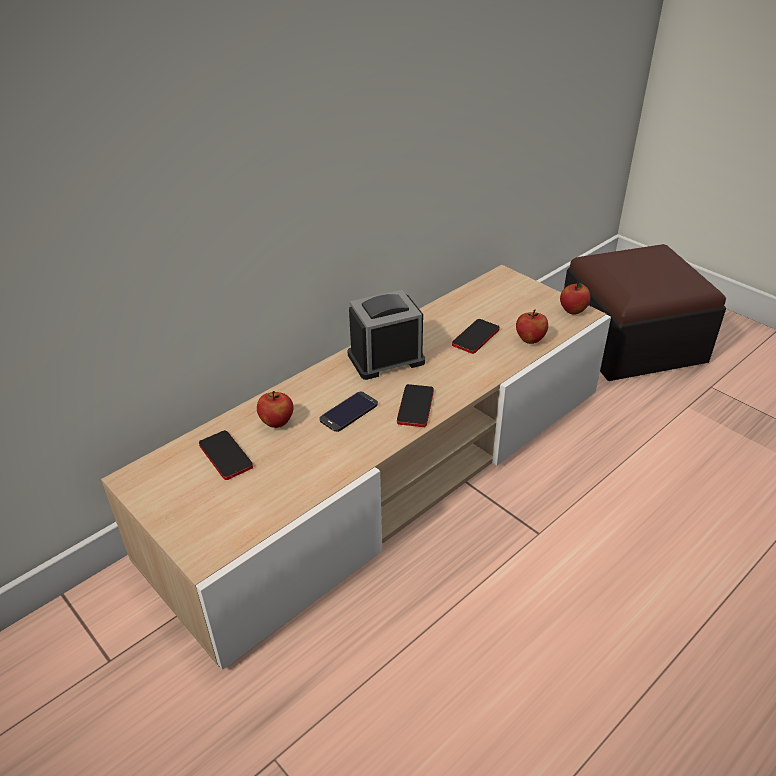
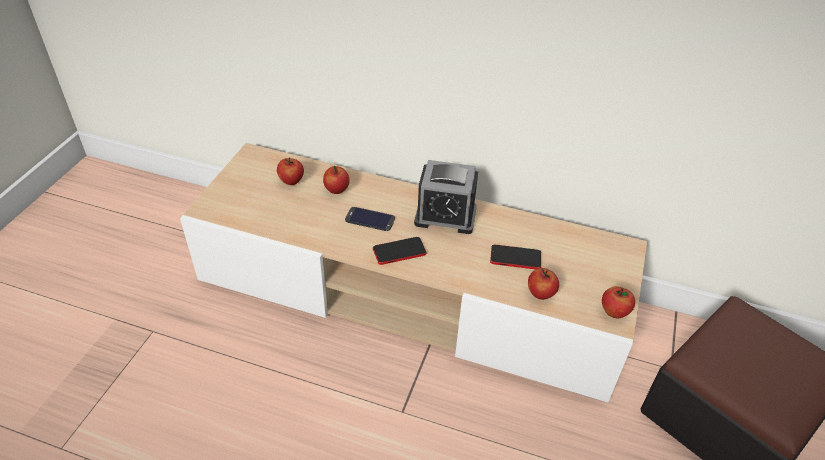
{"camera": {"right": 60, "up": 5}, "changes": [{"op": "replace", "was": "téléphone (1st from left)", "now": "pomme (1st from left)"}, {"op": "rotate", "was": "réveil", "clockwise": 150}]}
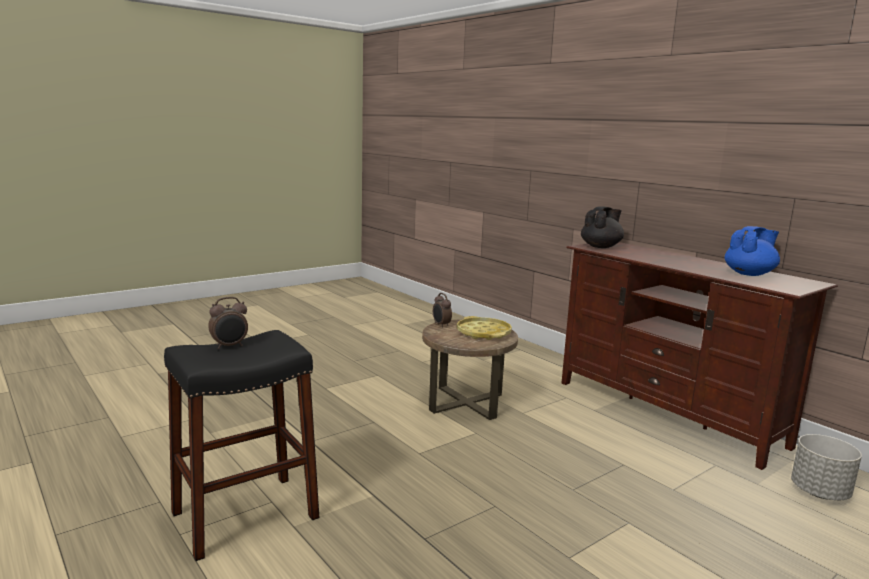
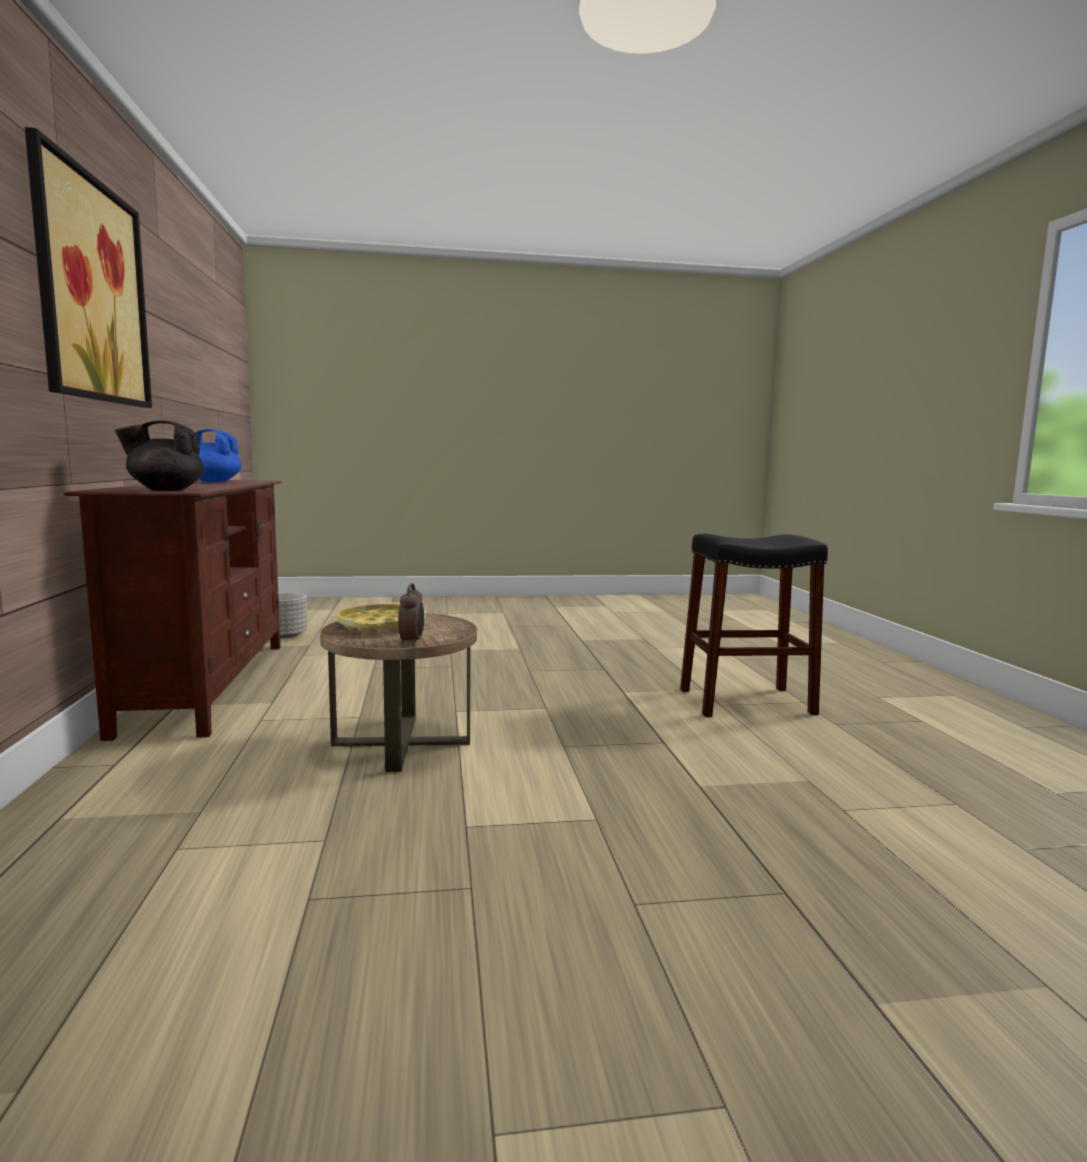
{"camera": {"right": -150, "up": -5}, "changes": [{"op": "delete", "was": "réveil (1st from left)"}, {"op": "insert", "now": "tableau"}]}
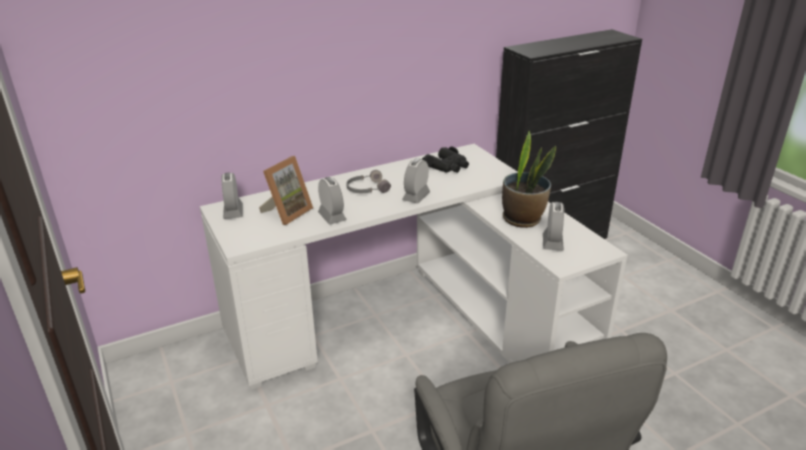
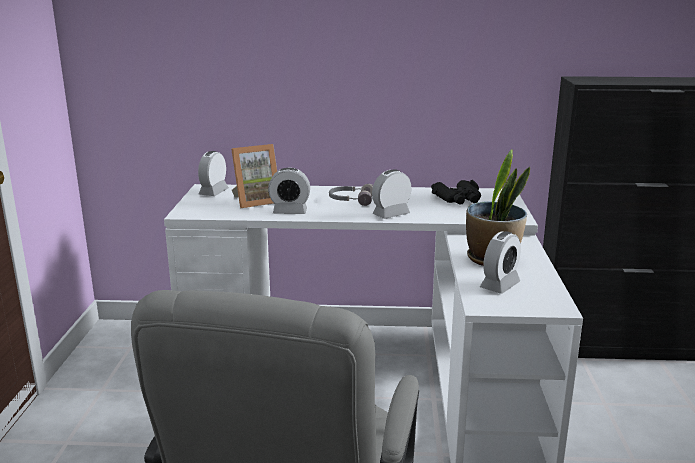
{"camera": {"right": 30, "up": -10}, "changes": [{"op": "rotate", "was": "réveil (2nd from left)", "clockwise": 90}]}
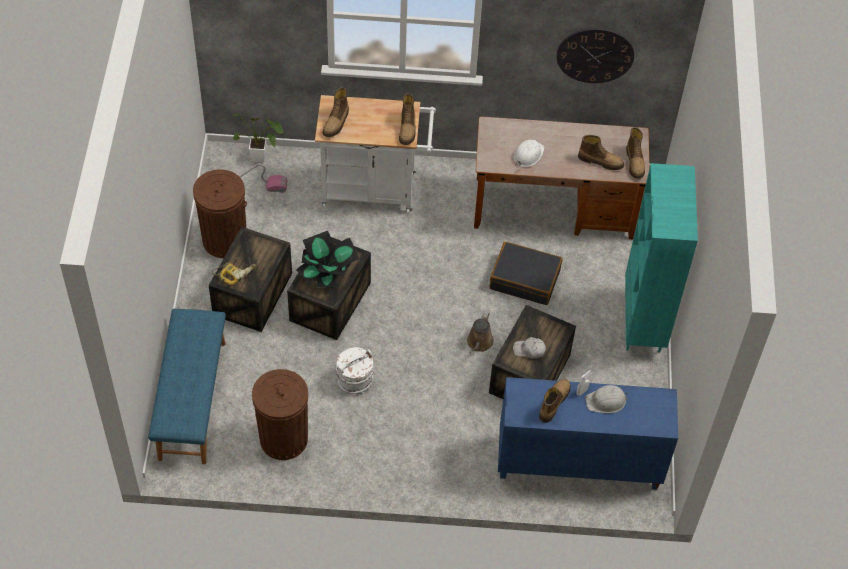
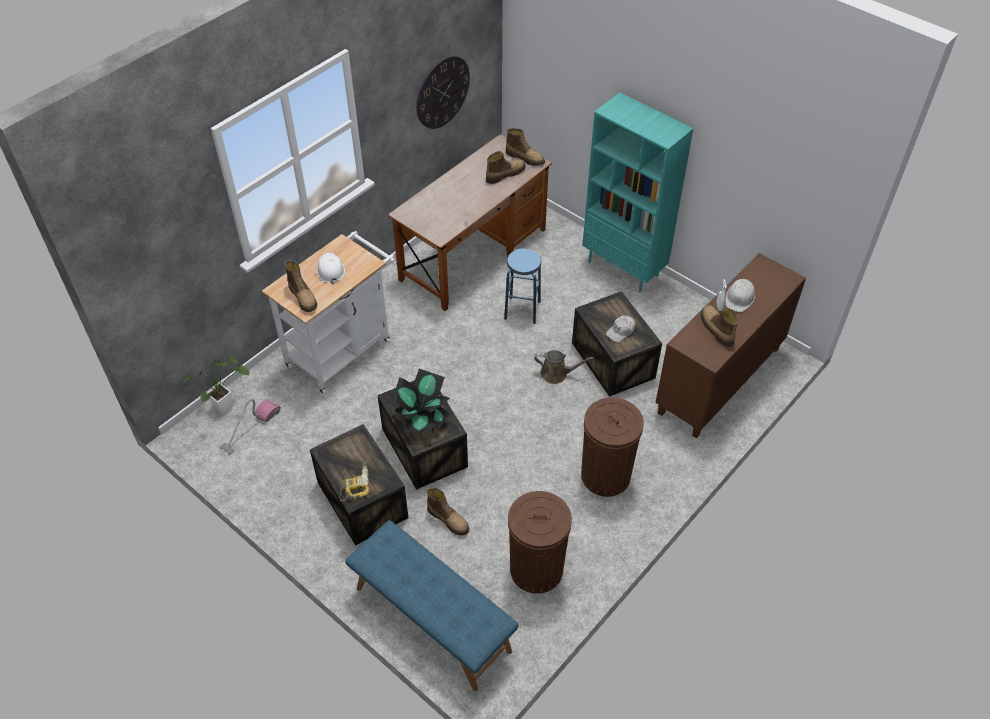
{"camera": {"right": -50, "up": -5}, "changes": [{"op": "move", "was": "poubelle [marron] (1st from left in the first image)", "now": "poubelle [marron] (2nd from left)"}, {"op": "delete", "was": "seau [blanc]"}, {"op": "move", "was": "botte (2nd from left)"}, {"op": "rotate", "was": "arrosoir [marron]", "clockwise": -45}, {"op": "replace", "was": "valise [noir]", "now": "tabouret [bleu]"}, {"op": "recolor", "was": "meuble de rangement [bleu]", "now": "meuble de rangement [marron]"}, {"op": "move", "was": "casque de chantier [blanc] (1st from left)"}]}
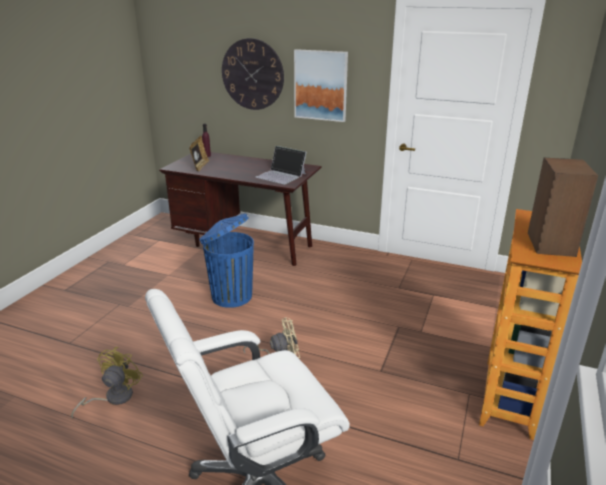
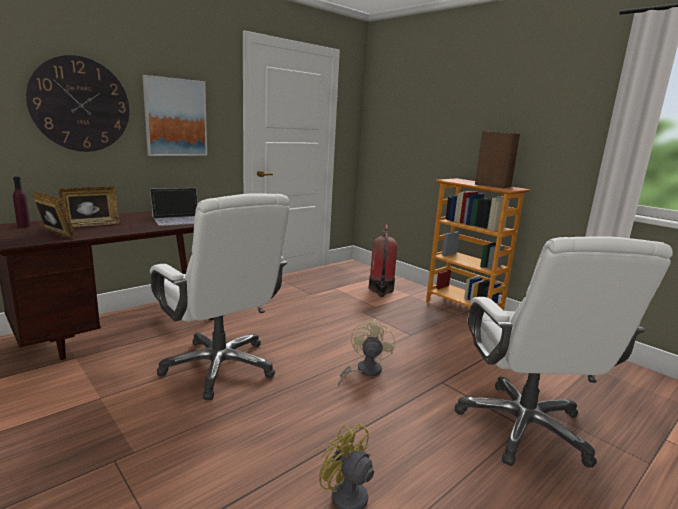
{"camera": {"right": -65, "up": -10}, "changes": [{"op": "replace", "was": "poubelle [bleu]", "now": "chaise de bureau [blanc] (1st from left)"}, {"op": "insert", "now": "cadre photo (2nd from left)"}, {"op": "insert", "now": "extincteur"}]}
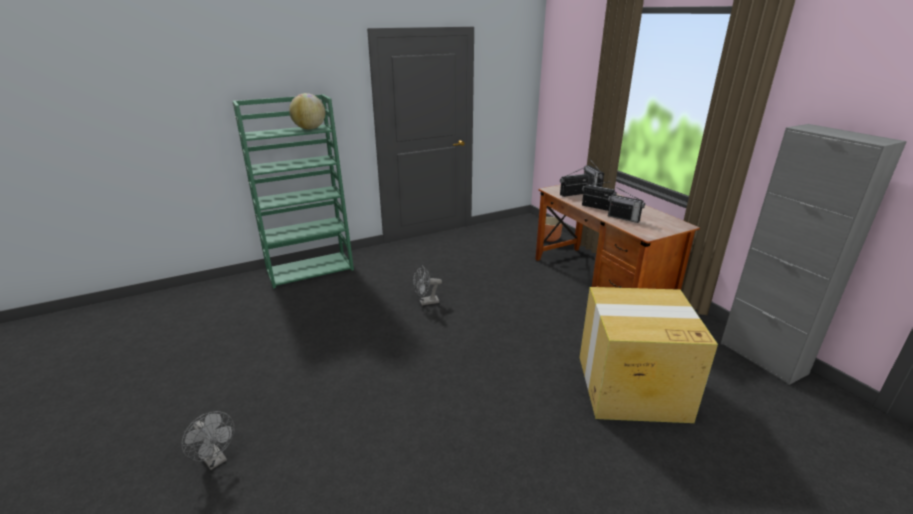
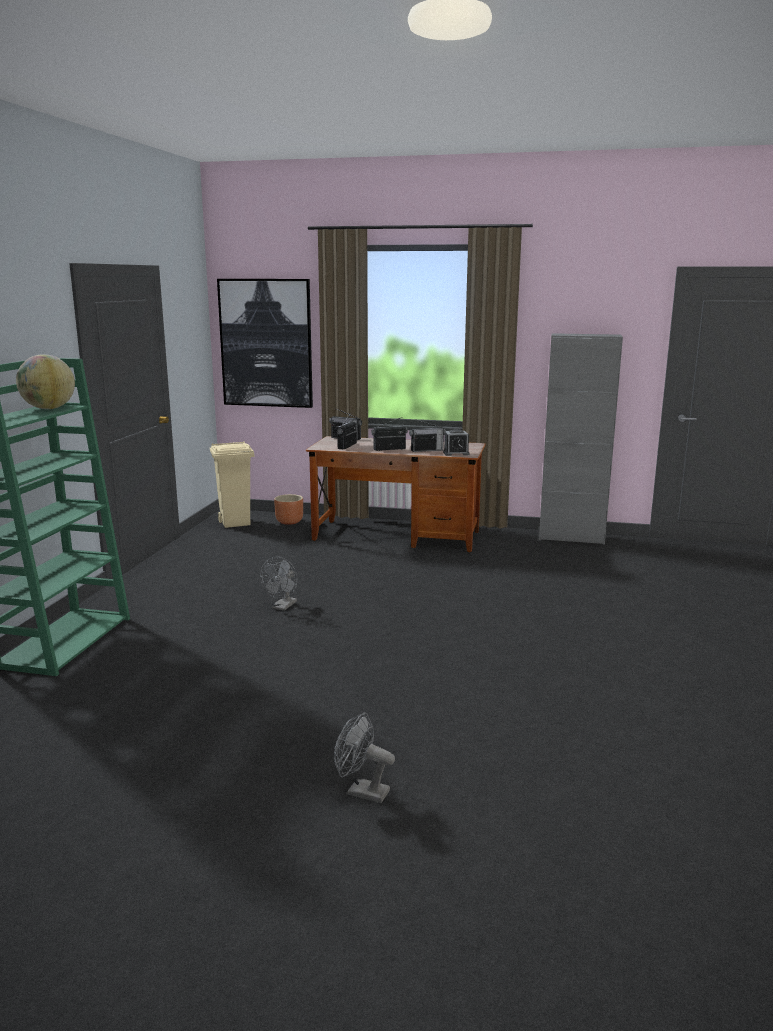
{"camera": {"right": -50, "up": -10}, "changes": [{"op": "rotate", "was": "ventilateur [gris] (1st from left in the first image)", "clockwise": -150}, {"op": "delete", "was": "carton"}, {"op": "insert", "now": "poubelle [beige]"}, {"op": "insert", "now": "tableau"}, {"op": "insert", "now": "réveil"}]}
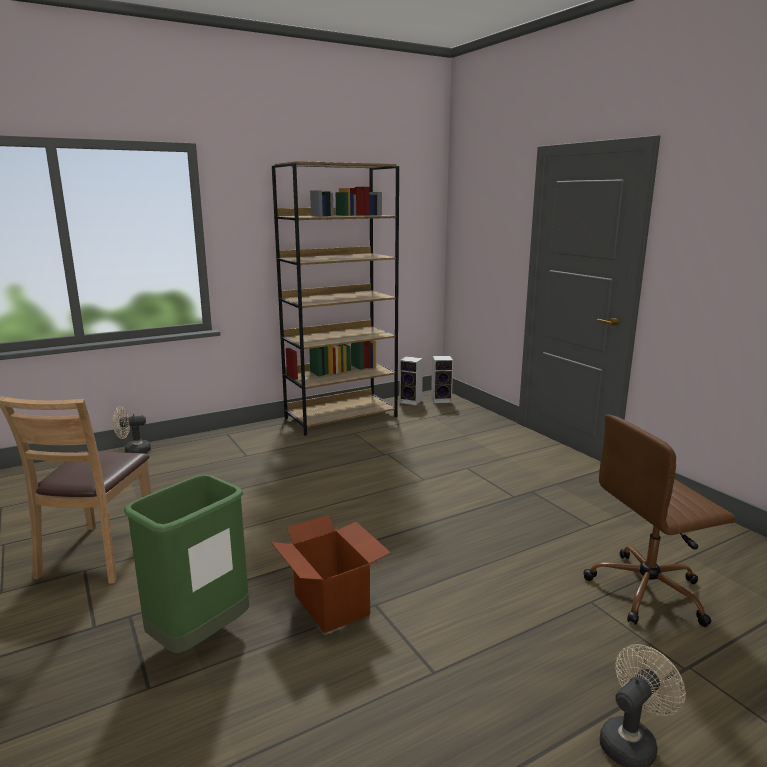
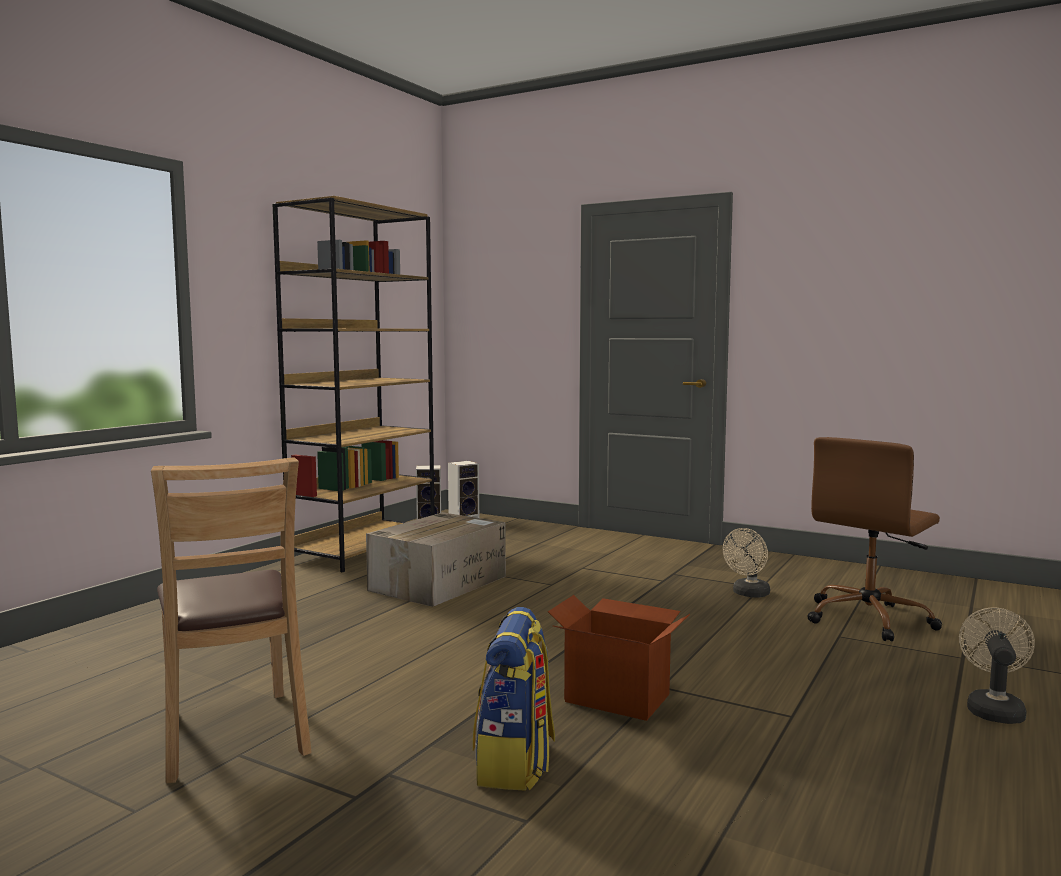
{"camera": {"right": -30, "up": -10}, "changes": [{"op": "move", "was": "ventilateur [beige] (1st from left)"}, {"op": "replace", "was": "poubelle [vert]", "now": "sac à dos"}, {"op": "insert", "now": "carton (1st from left)"}]}
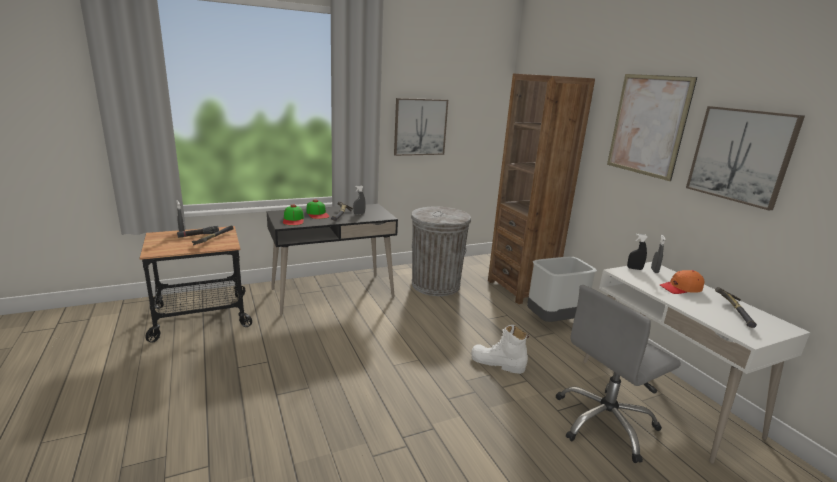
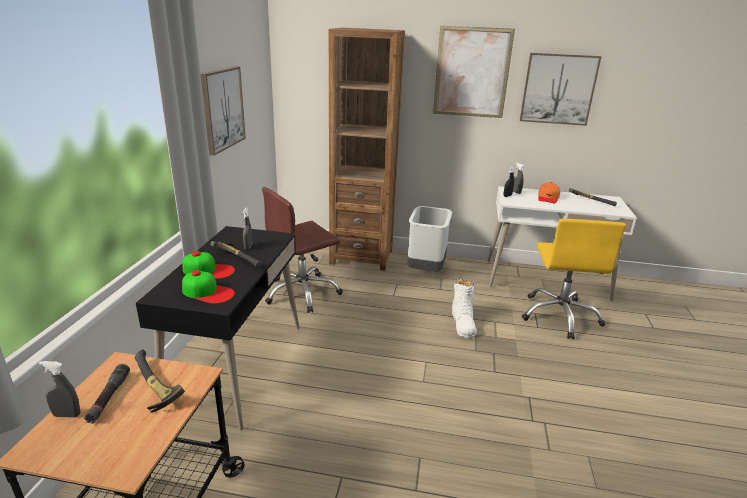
{"camera": {"right": -55, "up": 5}, "changes": [{"op": "replace", "was": "poubelle [gris] (1st from left)", "now": "chaise de bureau [marron]"}, {"op": "rotate", "was": "botte [blanc]", "clockwise": -60}, {"op": "recolor", "was": "chaise de bureau [gris]", "now": "chaise de bureau [jaune]"}]}
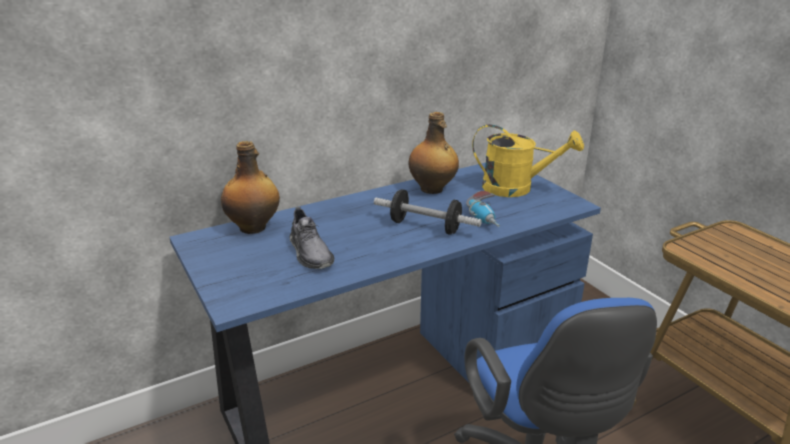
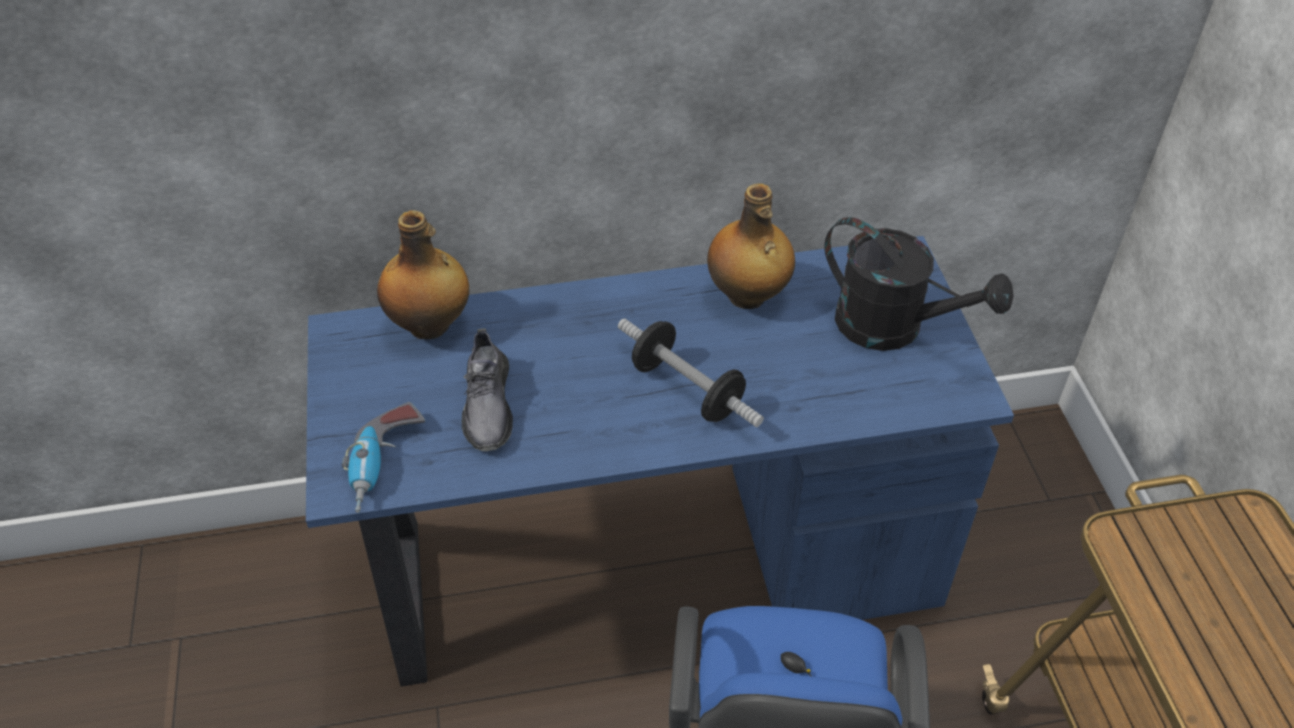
{"camera": {"right": 20, "up": 20}, "changes": [{"op": "move", "was": "perceuse"}, {"op": "recolor", "was": "arrosoir [jaune]", "now": "arrosoir [noir]"}]}
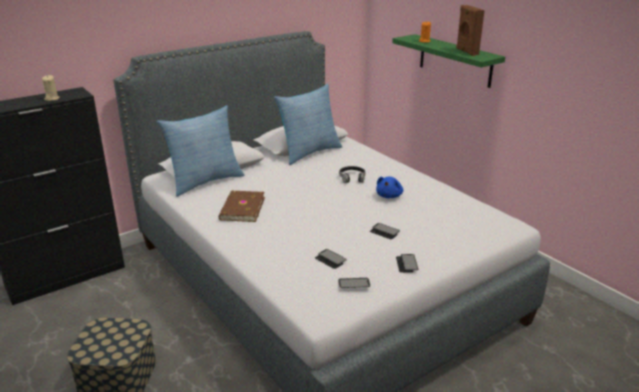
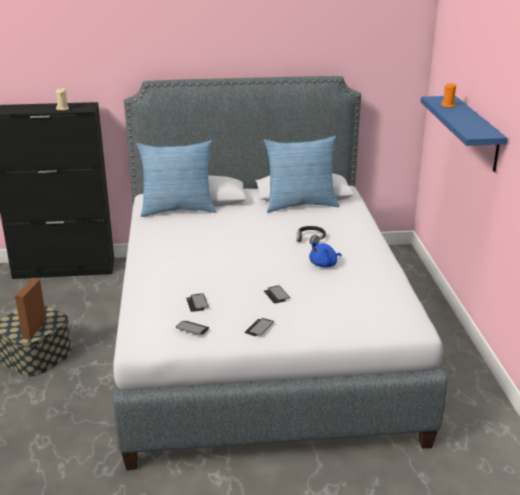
{"camera": {"right": 30, "up": 0}, "changes": [{"op": "delete", "was": "livre [marron]"}, {"op": "recolor", "was": "étagère [vert]", "now": "étagère [bleu]"}, {"op": "move", "was": "enceinte [marron]"}]}
